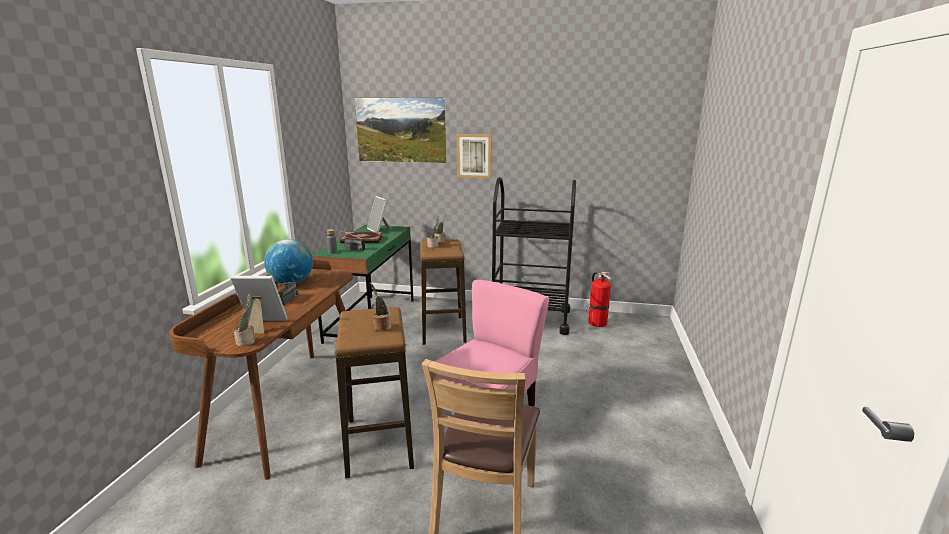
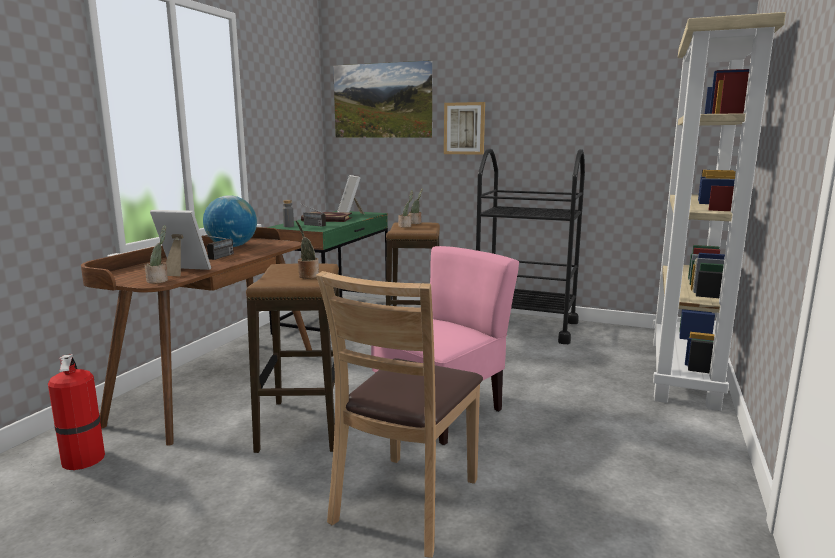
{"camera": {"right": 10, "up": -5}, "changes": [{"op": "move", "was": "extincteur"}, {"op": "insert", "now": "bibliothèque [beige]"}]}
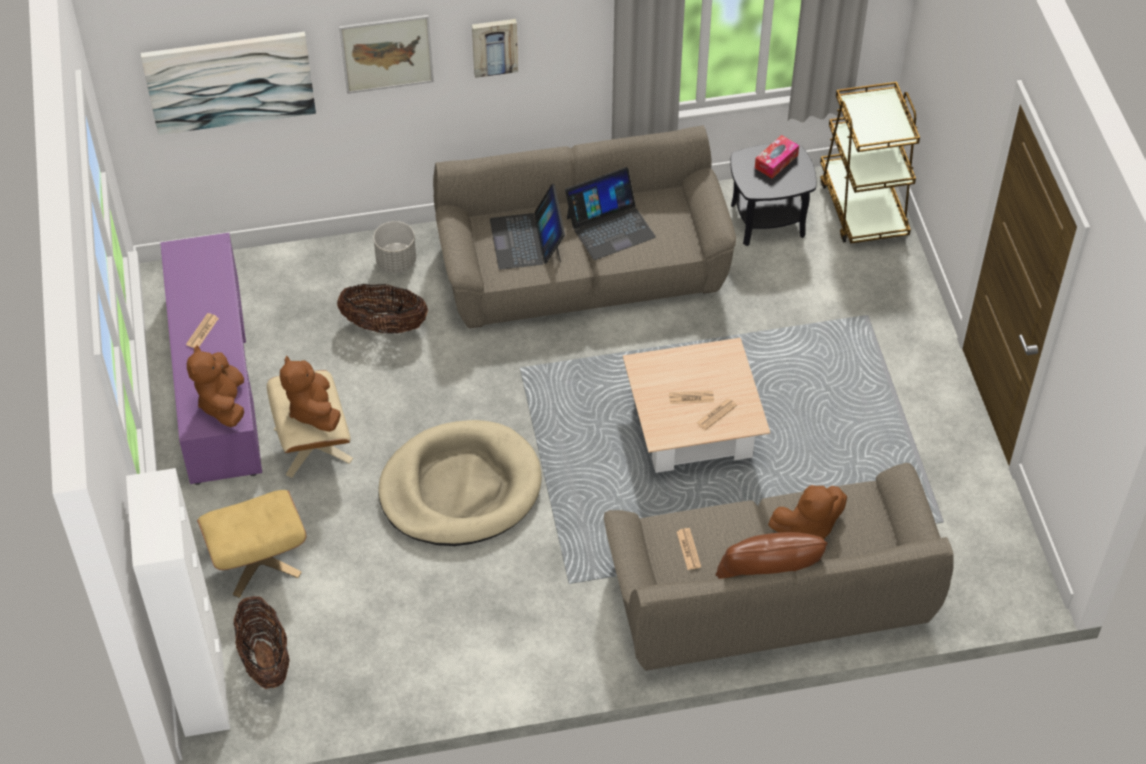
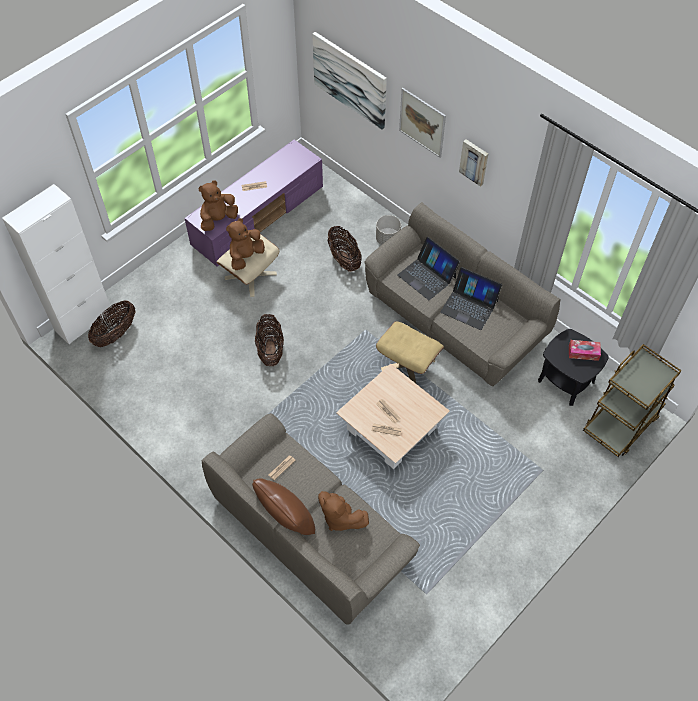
{"camera": {"right": 55, "up": 5}, "changes": [{"op": "move", "was": "pouf [beige] (1st from left in the first image)", "now": "pouf [beige] (2nd from left)"}, {"op": "replace", "was": "panier pour chien [beige]", "now": "panier (2nd from left)"}, {"op": "rotate", "was": "ordinateur portable (1st from left)", "clockwise": -90}]}
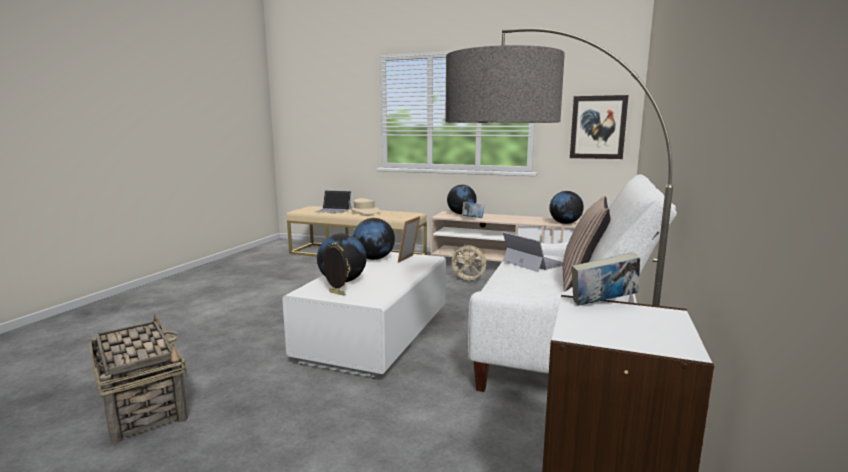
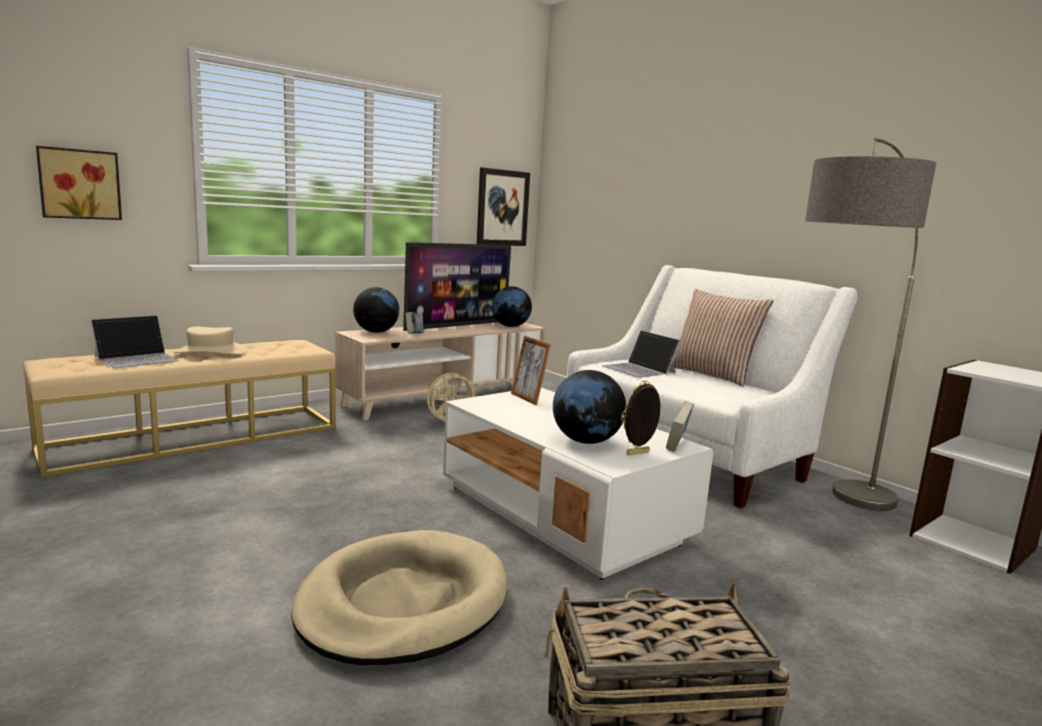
{"camera": {"right": -60, "up": 0}, "changes": [{"op": "delete", "was": "globe (2nd from left)"}, {"op": "rotate", "was": "ordinateur portable (2nd from left)", "clockwise": -120}, {"op": "move", "was": "livre (2nd from left)"}, {"op": "insert", "now": "tableau (1st from left)"}, {"op": "insert", "now": "panier pour chien [beige]"}, {"op": "insert", "now": "téléviseur"}]}
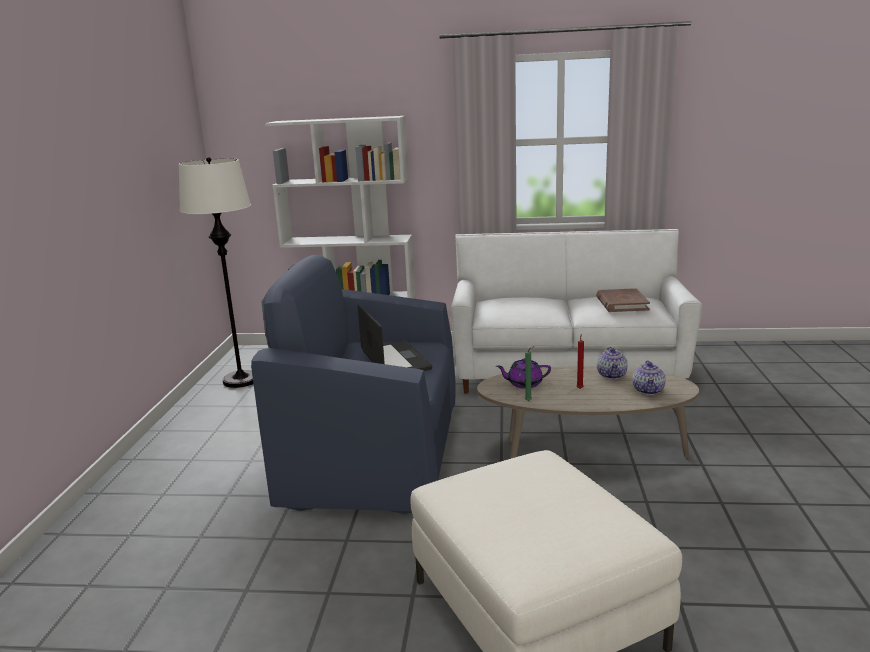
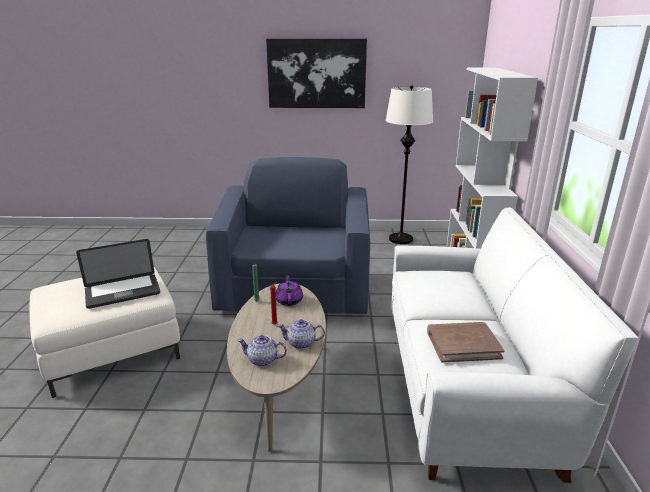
{"camera": {"right": 85, "up": 5}, "changes": [{"op": "move", "was": "ordinateur portable"}, {"op": "insert", "now": "tableau"}]}
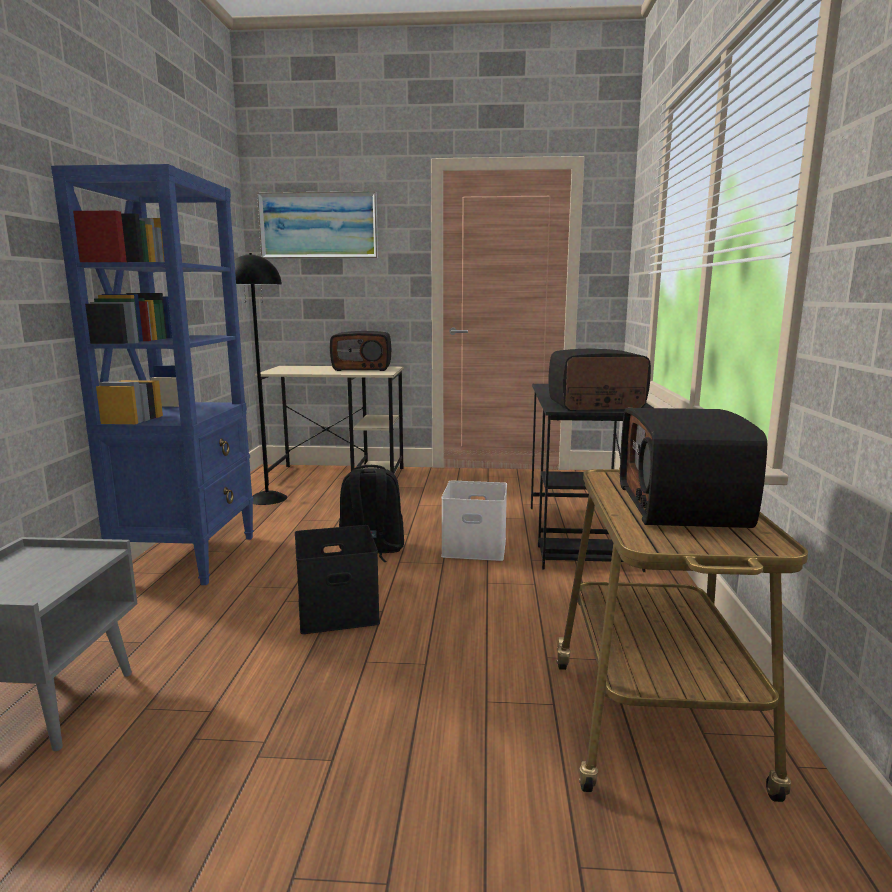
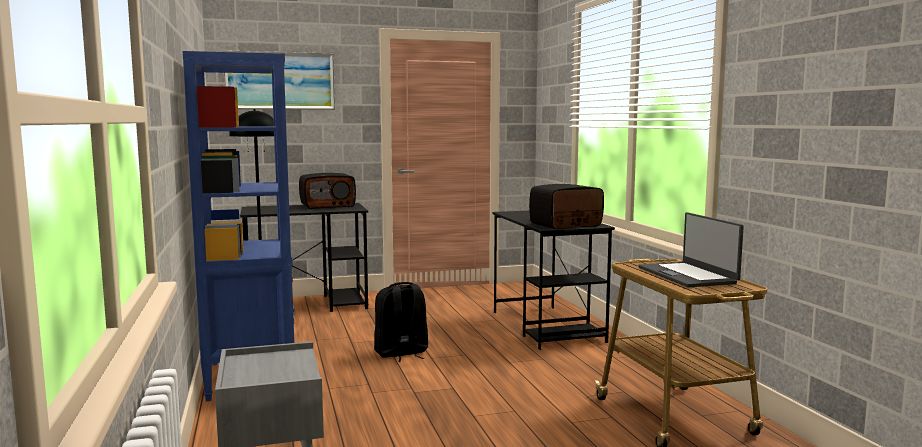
{"camera": {"right": -20, "up": -5}, "changes": [{"op": "recolor", "was": "bureau [beige]", "now": "bureau [noir] (1st from left)"}, {"op": "delete", "was": "boîte de rangement [noir]"}, {"op": "delete", "was": "boîte de rangement [blanc]"}, {"op": "replace", "was": "radio (3rd from left)", "now": "ordinateur portable"}]}
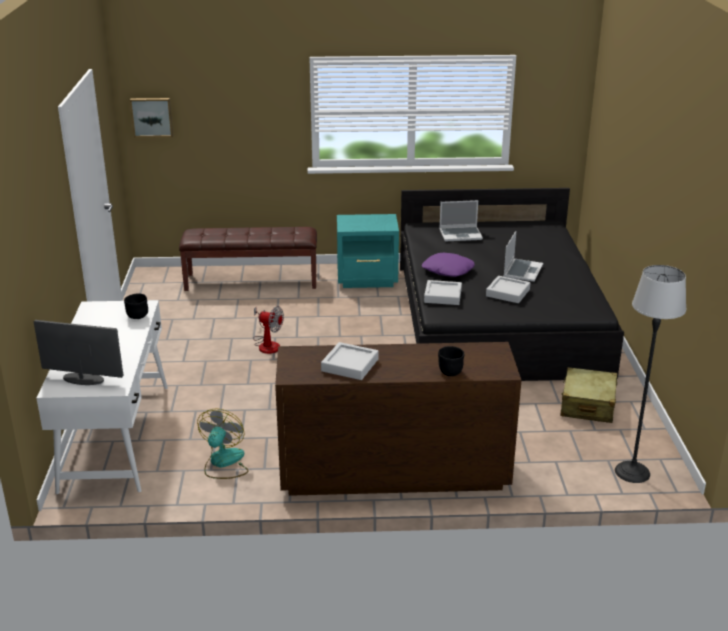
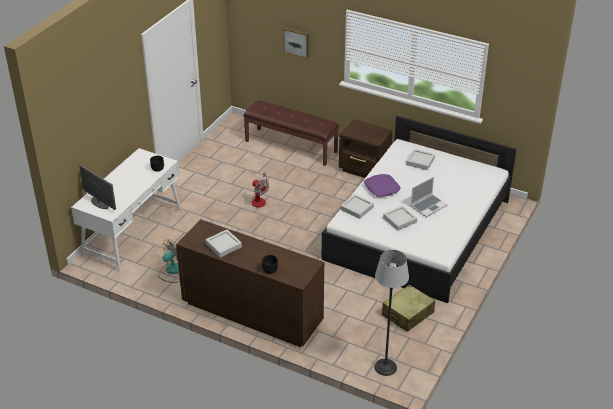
{"camera": {"right": 30, "up": 10}, "changes": [{"op": "move", "was": "tableau"}, {"op": "recolor", "was": "table de chevet [turquoise]", "now": "table de chevet [marron]"}, {"op": "recolor", "was": "lit [noir]", "now": "lit [blanc]"}, {"op": "replace", "was": "ordinateur portable (1st from left)", "now": "plateau [gris] (4th from left)"}]}
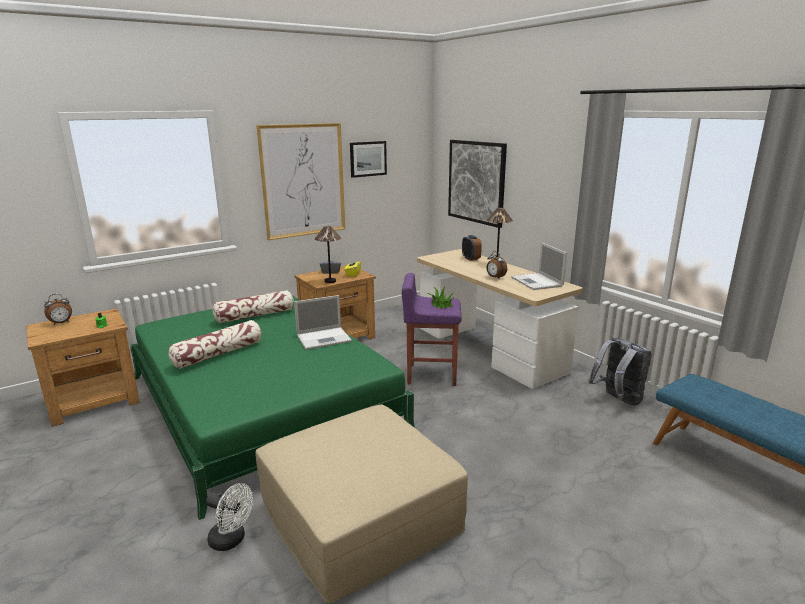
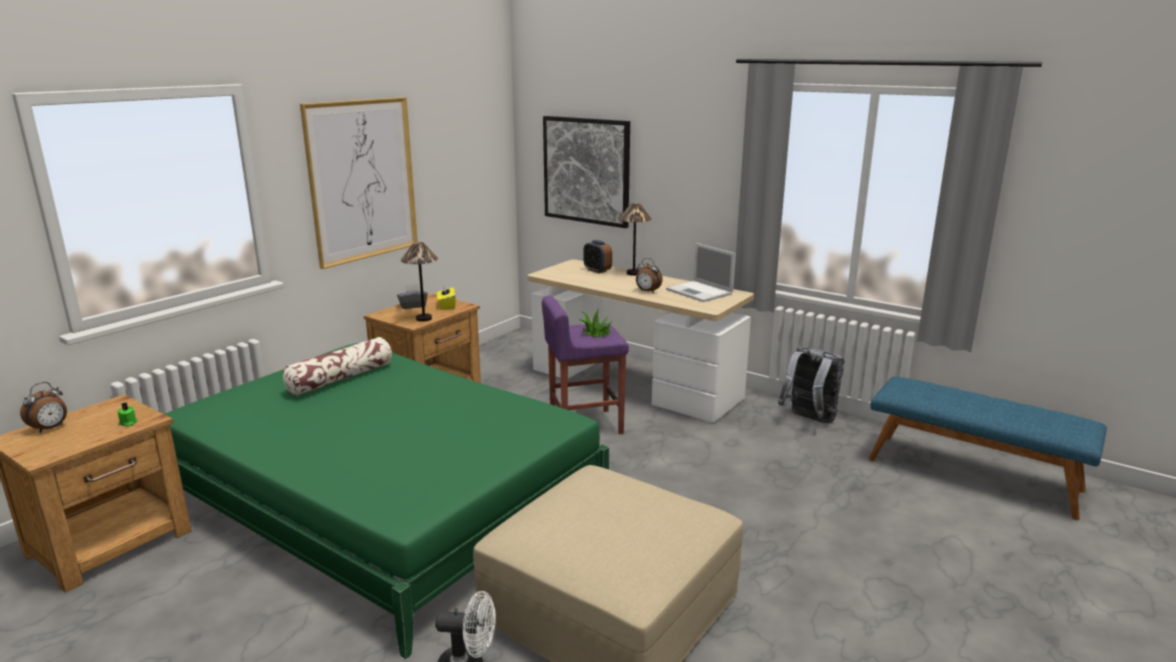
{"camera": {"right": -20, "up": 0}, "changes": [{"op": "delete", "was": "coussin (1st from left)"}, {"op": "delete", "was": "ordinateur portable (1st from left)"}, {"op": "delete", "was": "tableau (2nd from left)"}]}
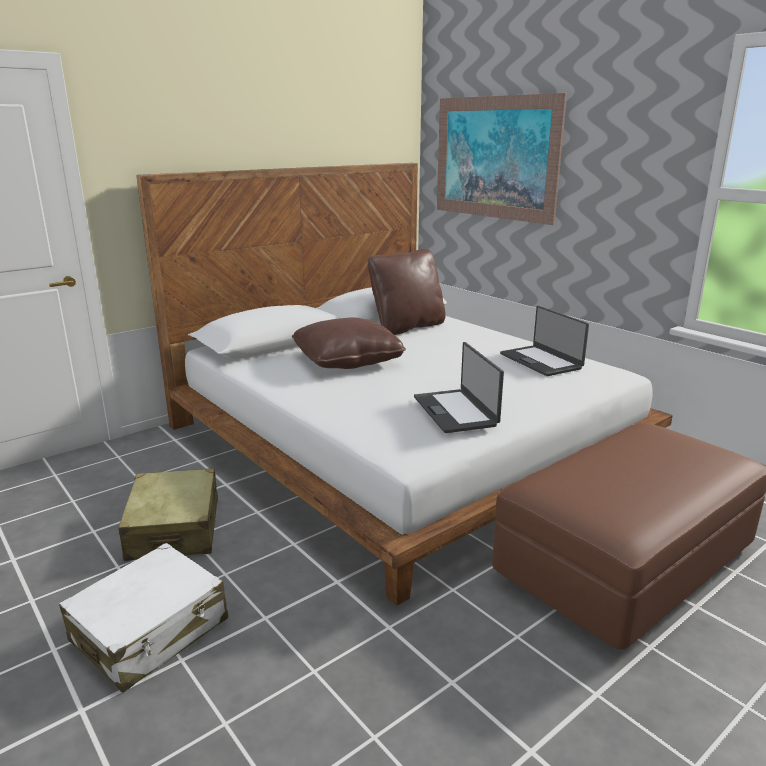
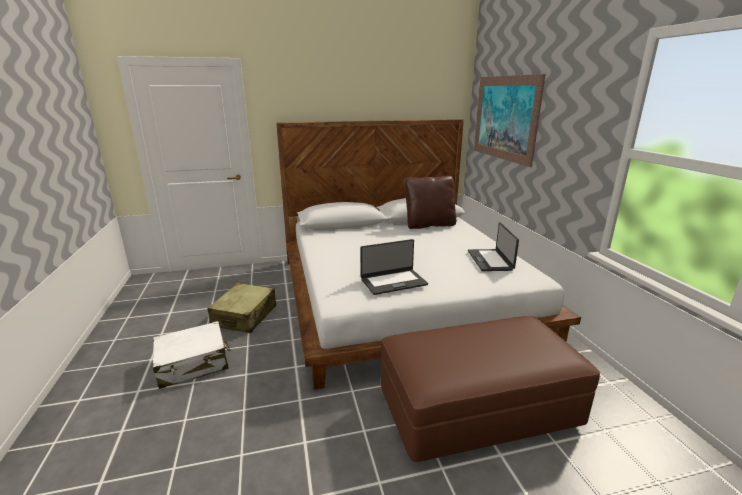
{"camera": {"right": 25, "up": 0}, "changes": [{"op": "delete", "was": "coussin [marron] (1st from left)"}, {"op": "rotate", "was": "ordinateur portable (1st from left)", "clockwise": -120}]}
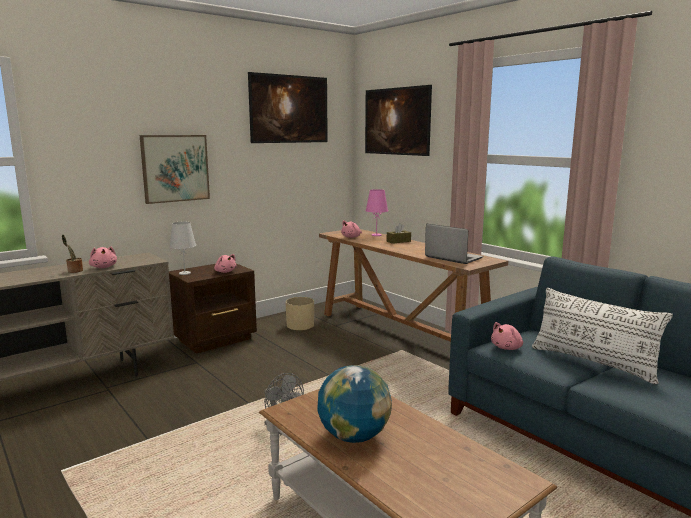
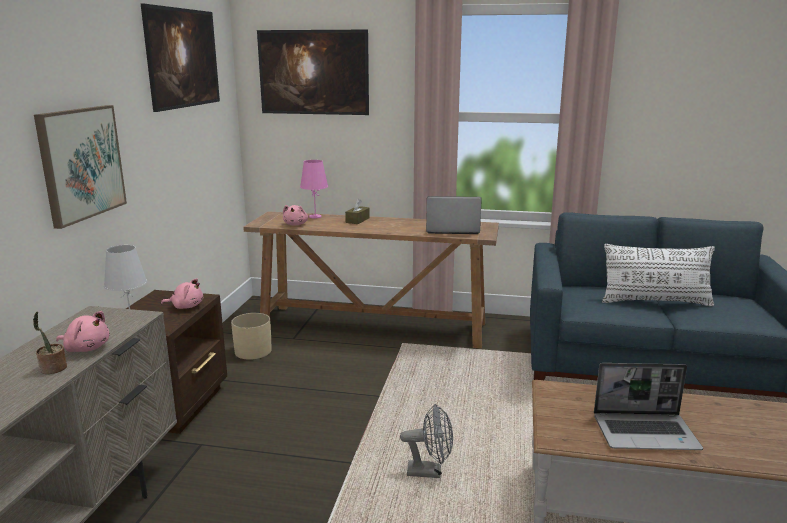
{"camera": {"right": -40, "up": 5}, "changes": [{"op": "replace", "was": "globe", "now": "ordinateur portable (2nd from left)"}, {"op": "delete", "was": "peluche [rose] (4th from left)"}]}
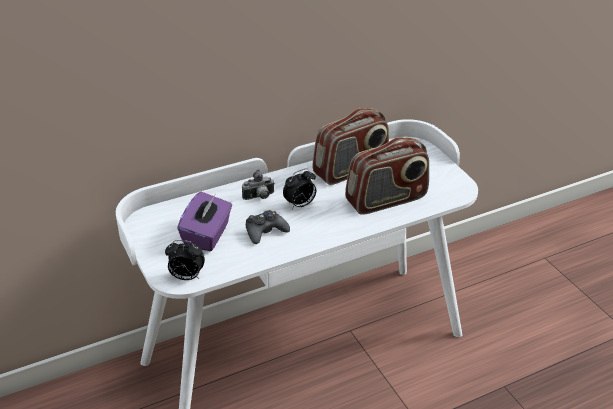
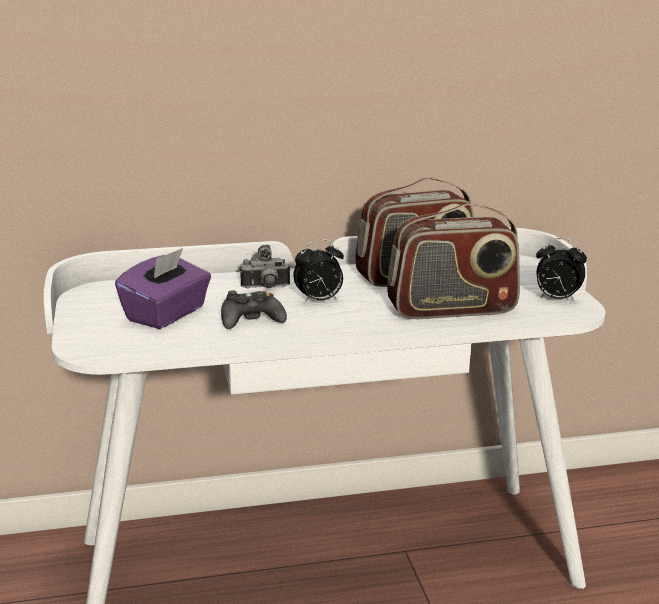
{"camera": {"right": 15, "up": -15}, "changes": [{"op": "move", "was": "réveil (1st from left in the first image)", "now": "réveil (2nd from left)"}]}
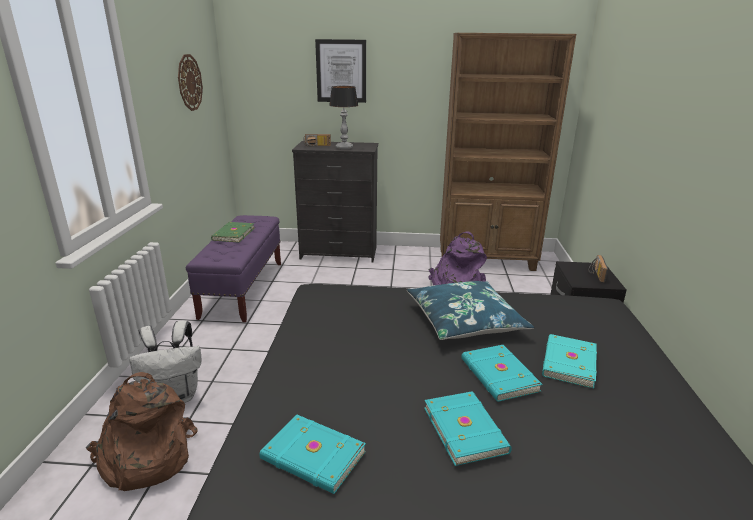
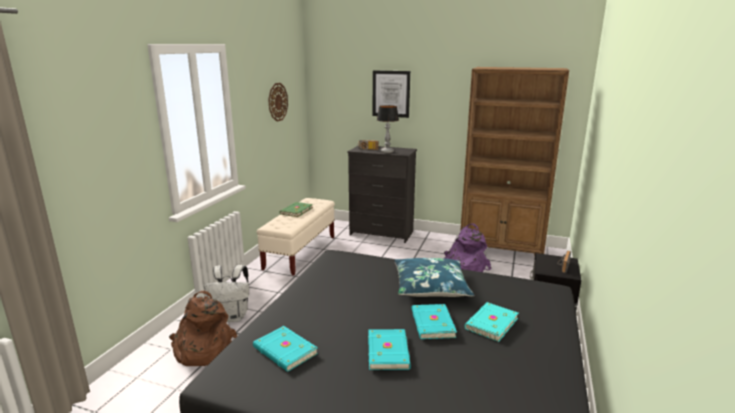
{"camera": {"right": 15, "up": -5}, "changes": [{"op": "recolor", "was": "banc [violet]", "now": "banc [beige]"}]}
